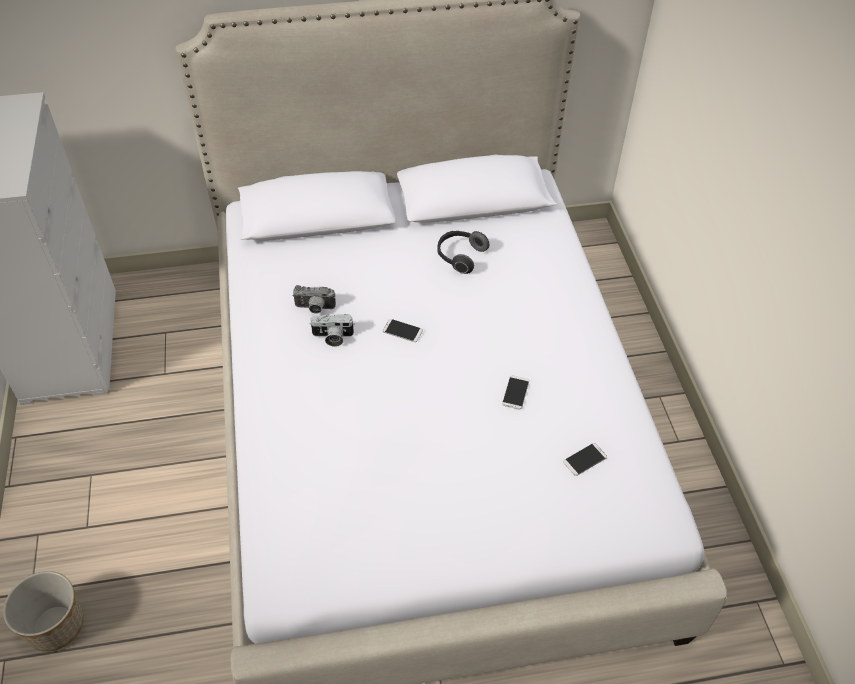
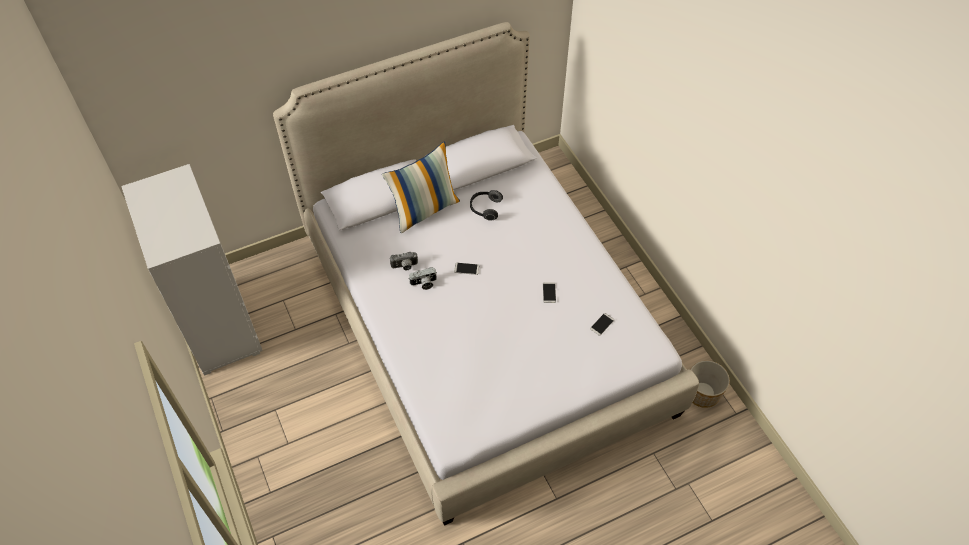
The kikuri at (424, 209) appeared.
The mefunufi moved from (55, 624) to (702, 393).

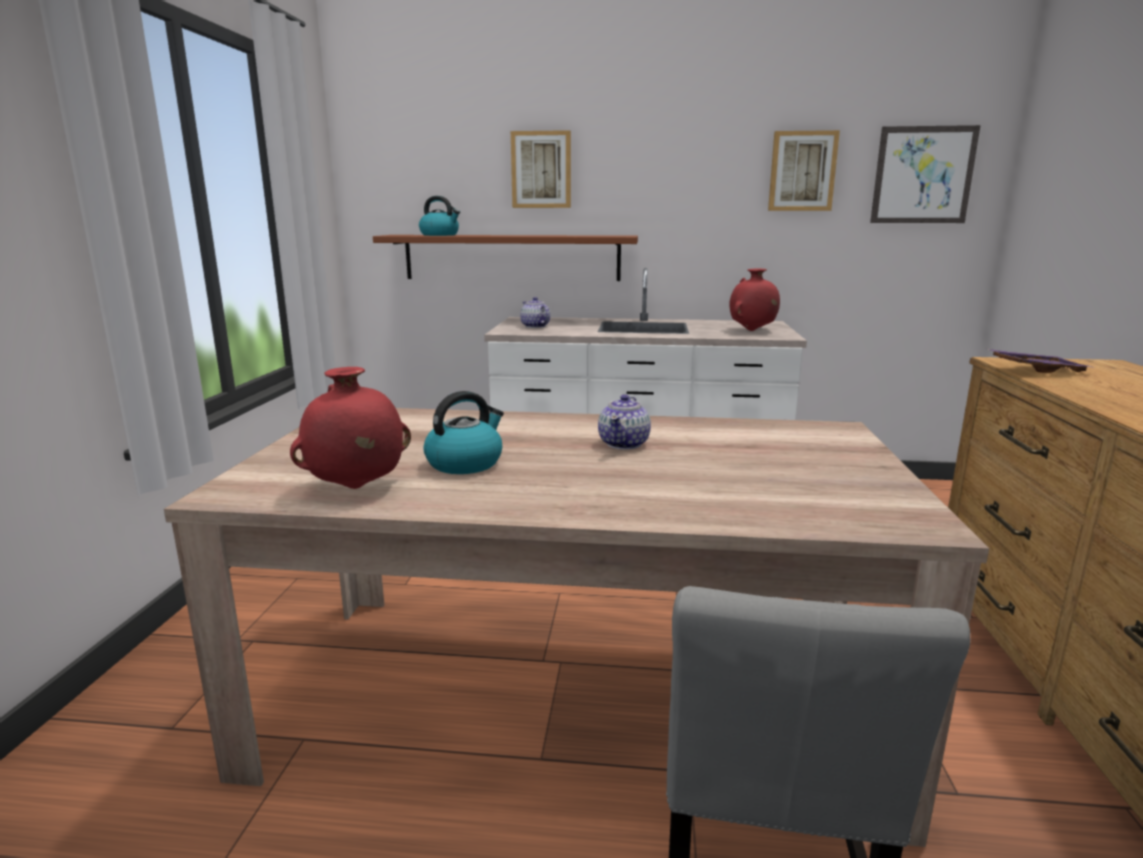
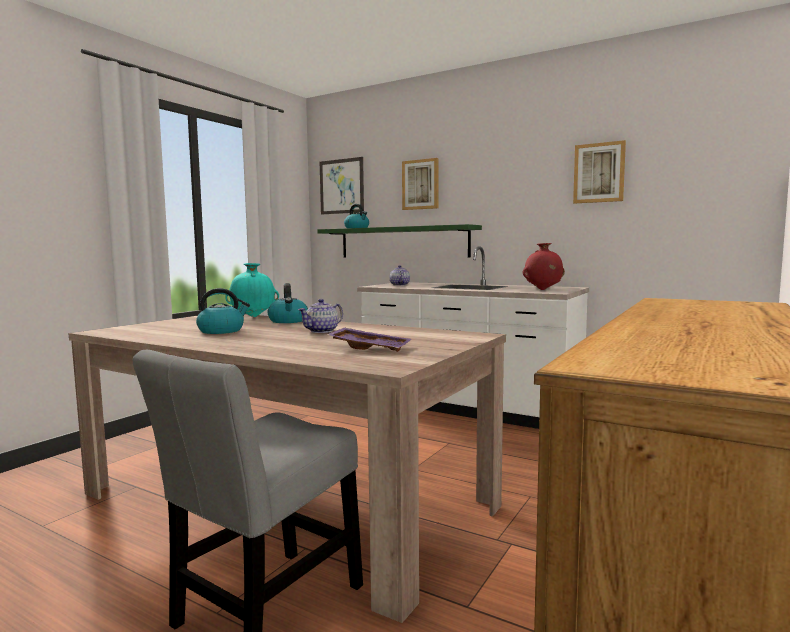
The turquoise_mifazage at (253, 317) appeared.
The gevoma at (288, 321) appeared.
The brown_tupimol at (512, 257) became the green_tupimol at (402, 242).
The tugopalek moved from (923, 175) to (341, 186).
The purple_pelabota moved from (1035, 370) to (370, 348).
The red_mifazage at (356, 488) disappeared.

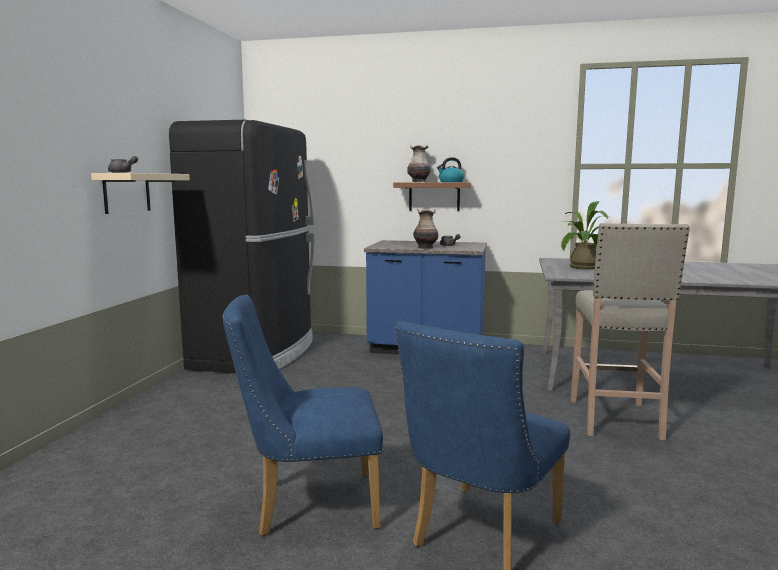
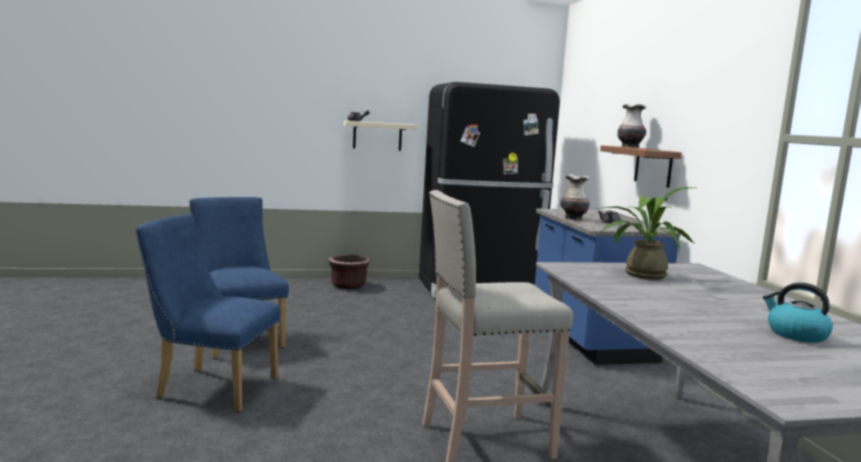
The brown_mefunufi at (348, 285) appeared.
The gevoma moved from (451, 182) to (795, 334).

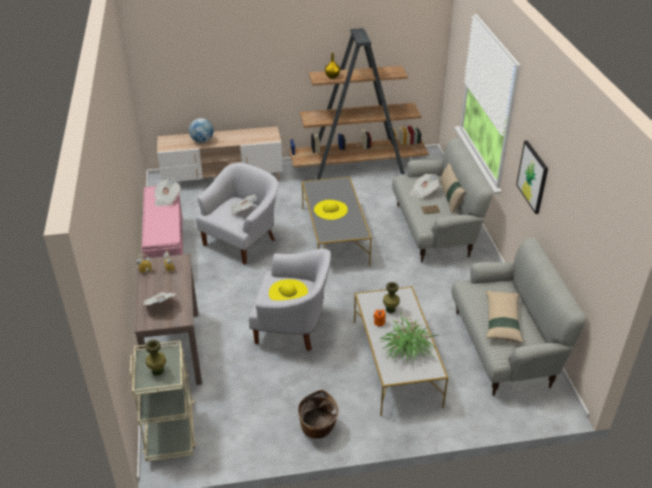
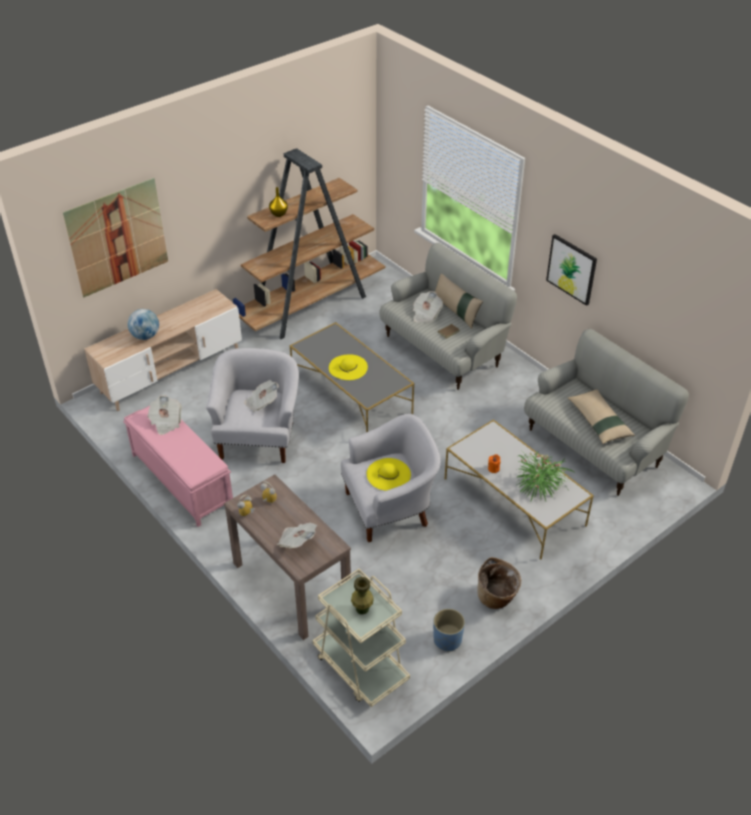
The tugopalek at (118, 238) appeared.
The blue_mefunufi at (447, 639) appeared.
The green_mifazage at (390, 309) disappeared.

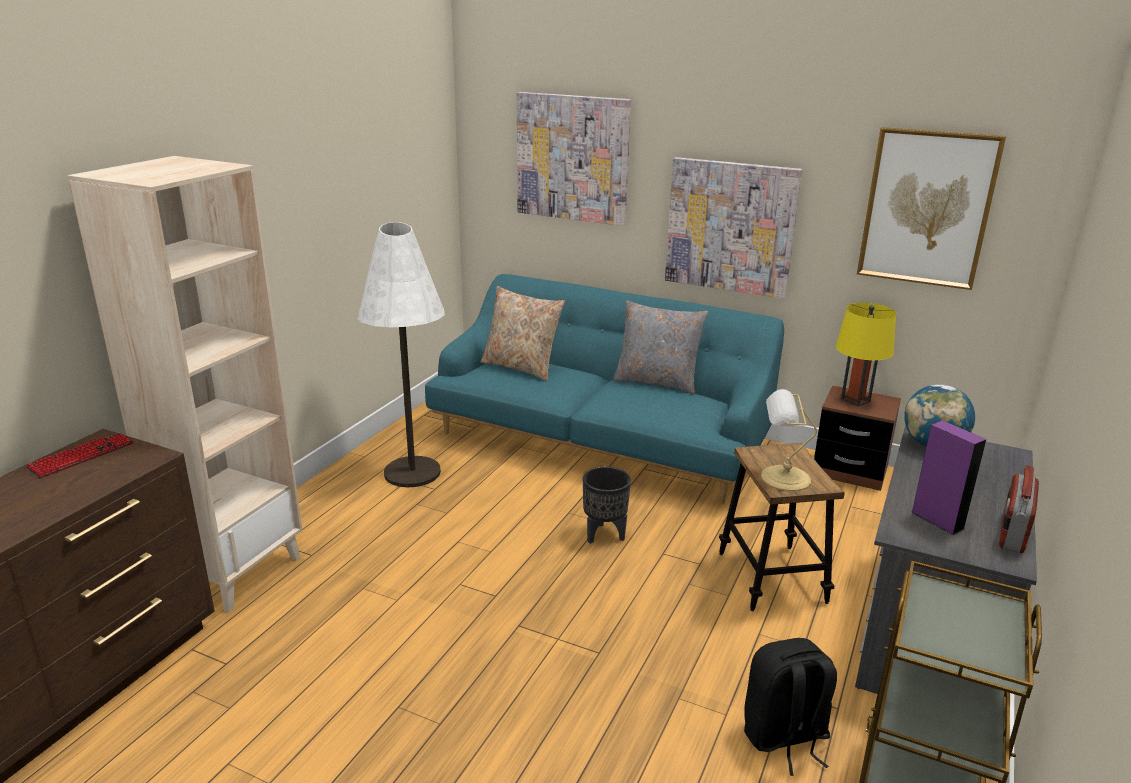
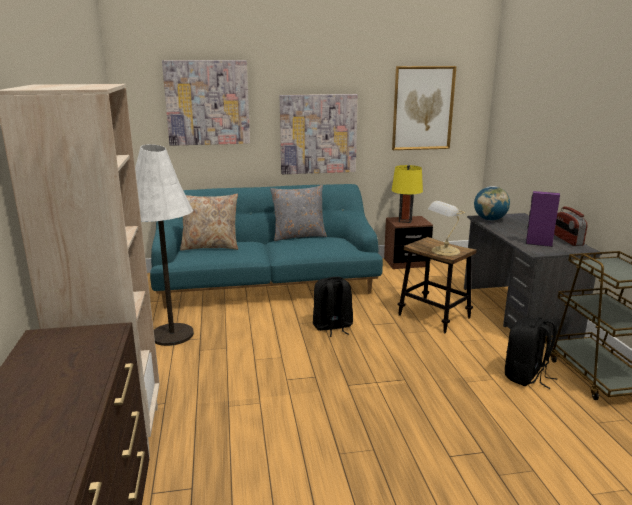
The black_mefunufi at (603, 535) was replaced by the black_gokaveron at (332, 327).
The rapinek at (82, 456) disappeared.

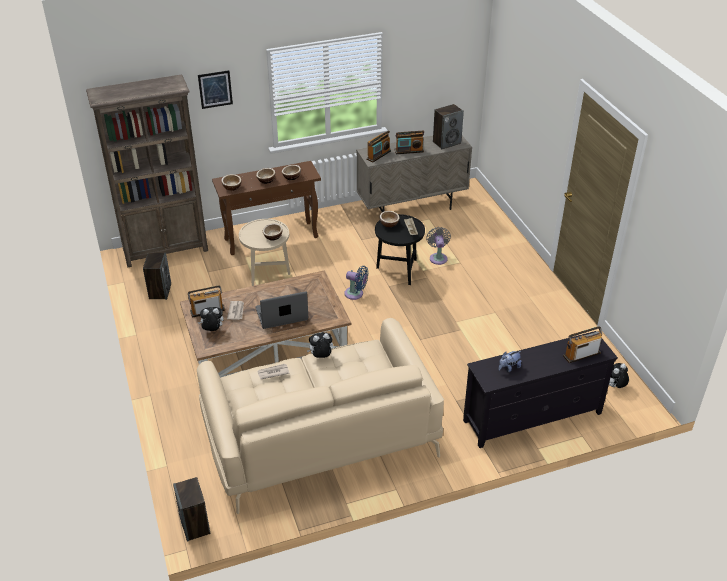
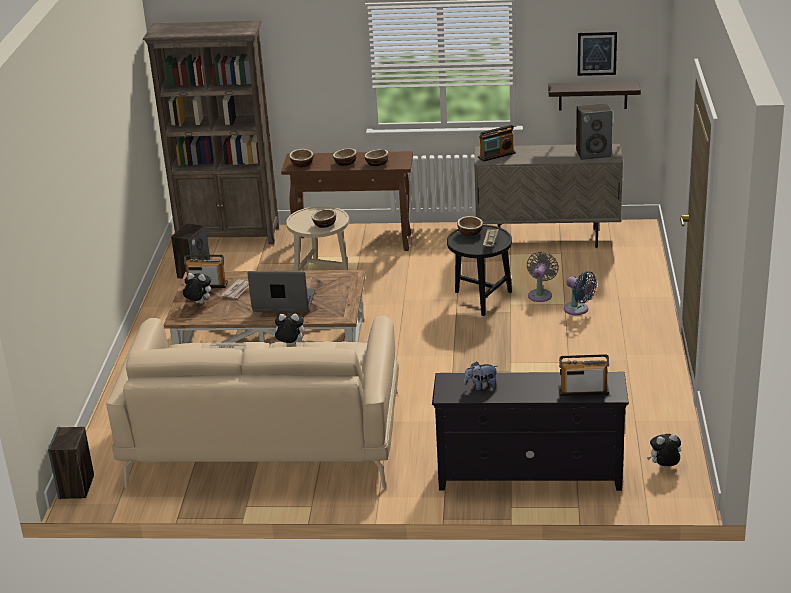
The tupimol at (593, 95) appeared.
The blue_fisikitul moved from (356, 294) to (578, 310).
The tugopalek moved from (215, 89) to (597, 53).
The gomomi at (409, 151) disappeared.

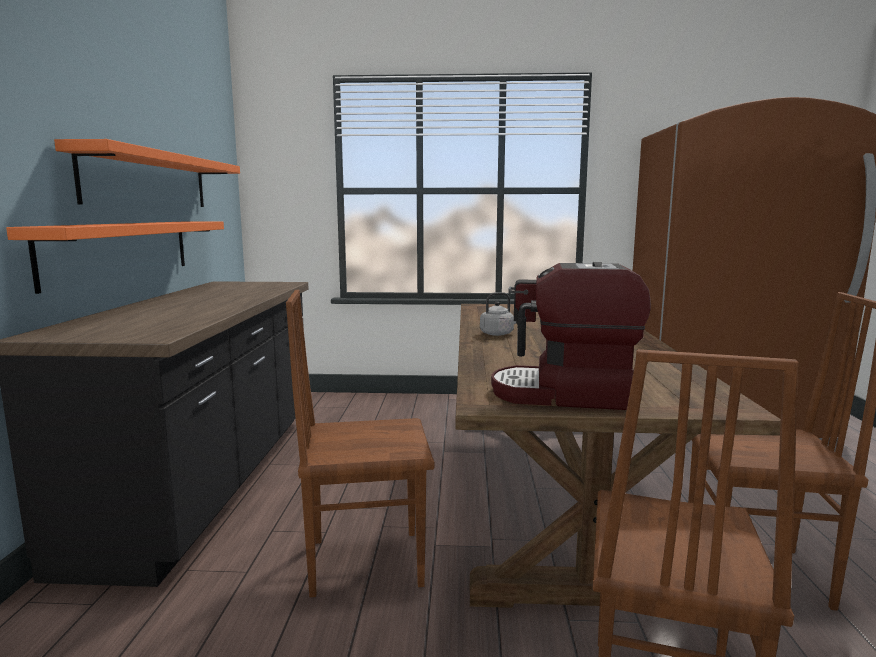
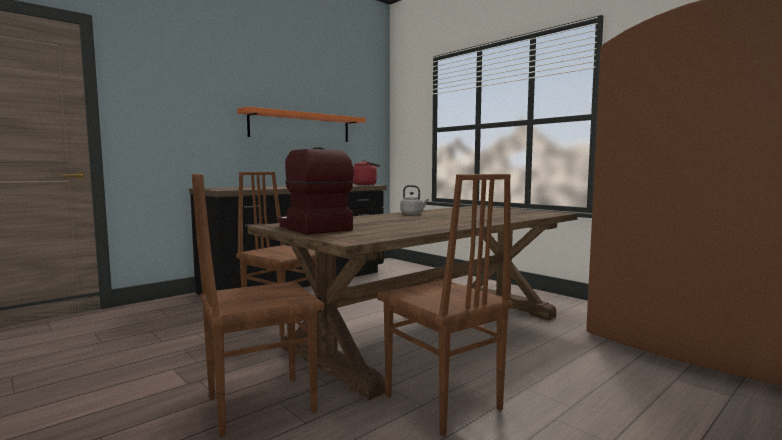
The red_gevoma at (366, 184) appeared.
The orange_tupimol at (121, 250) disappeared.

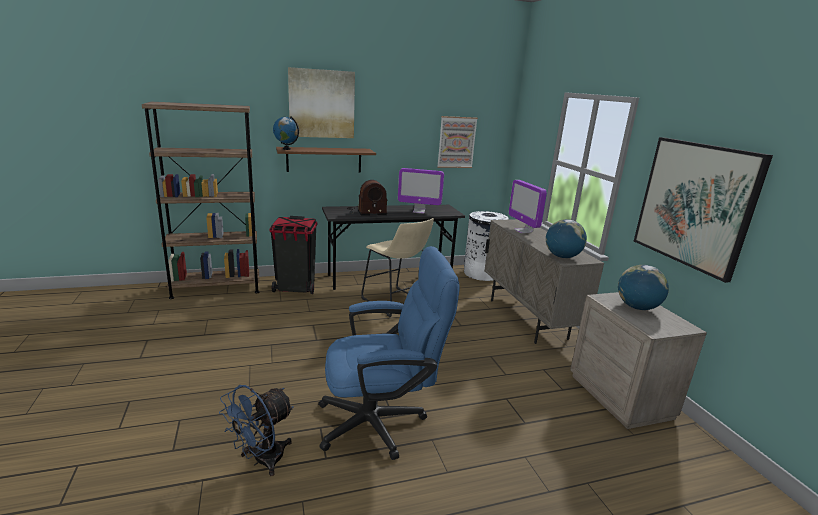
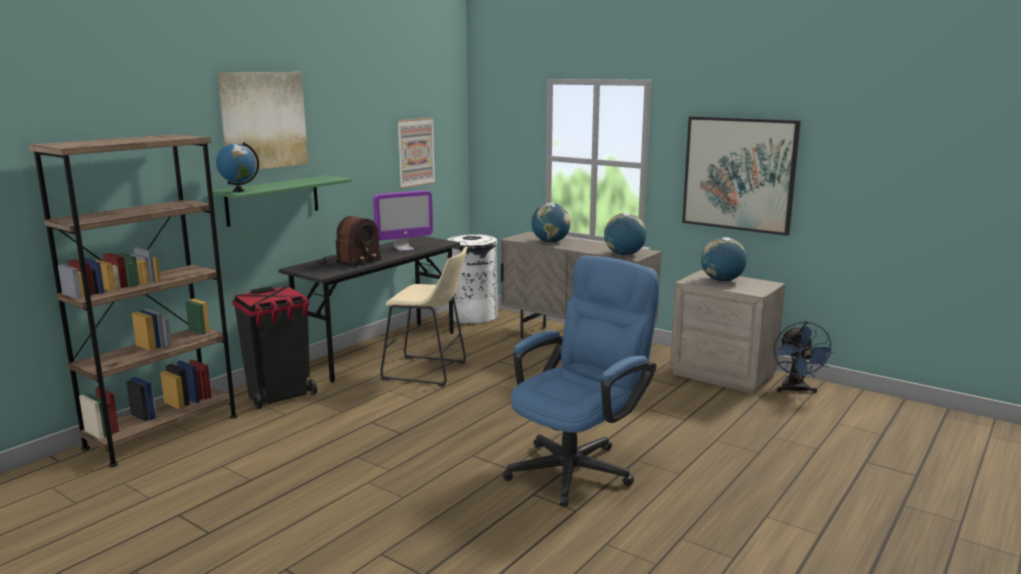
The brown_tupimol at (324, 160) became the green_tupimol at (273, 200).
The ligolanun at (523, 231) was replaced by the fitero at (550, 242).
The blue_fisikitul moved from (261, 461) to (795, 390).

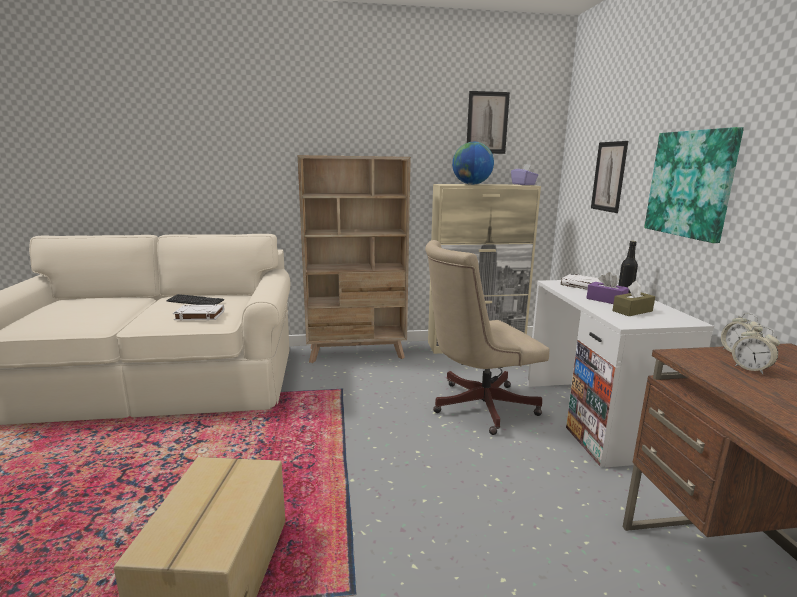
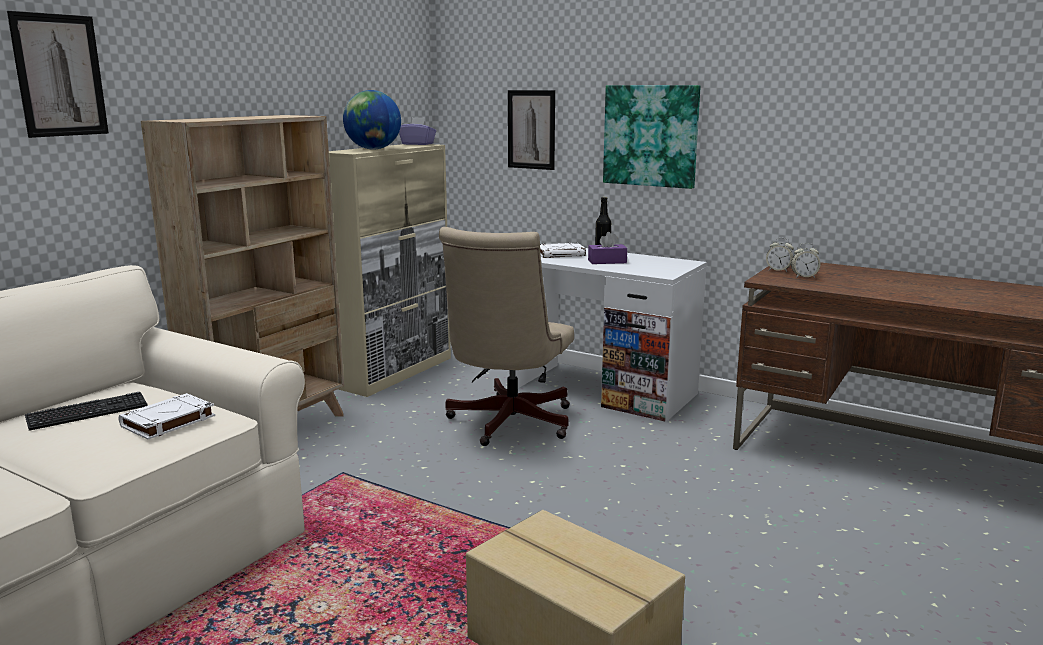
The tugopalek moved from (487, 123) to (59, 75).
The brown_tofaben at (632, 311) disappeared.

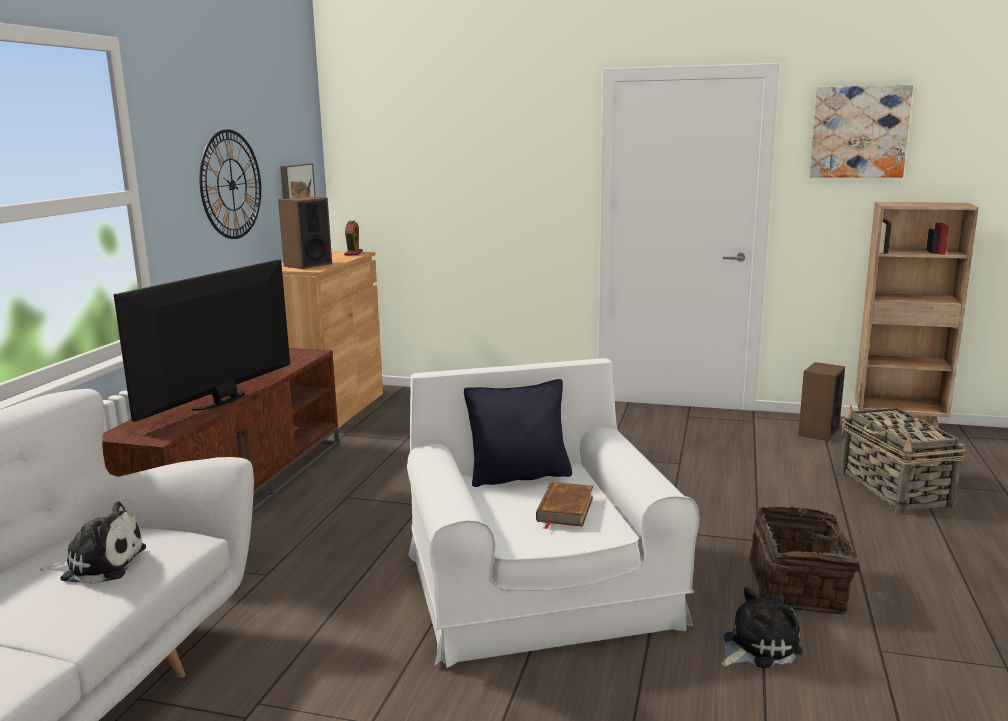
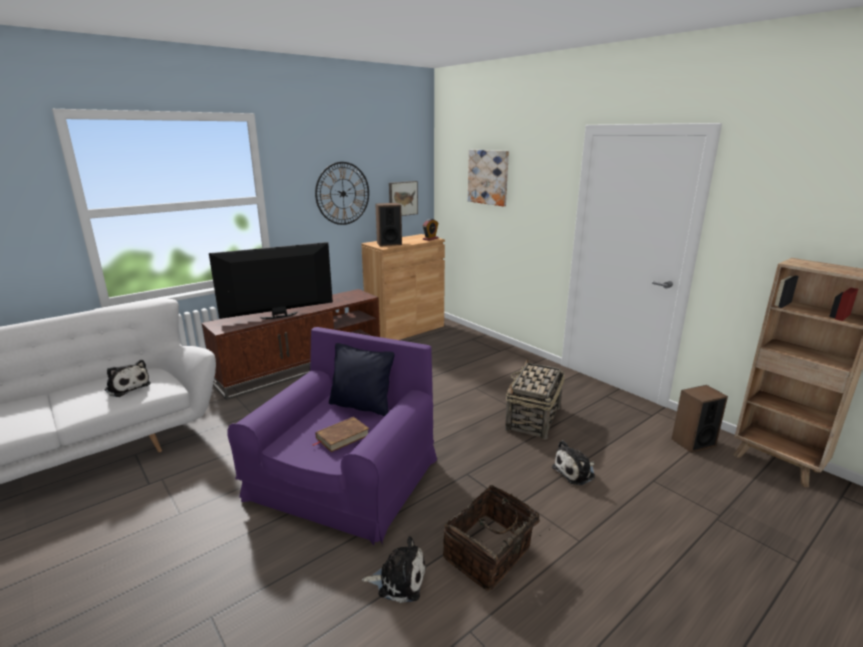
The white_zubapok at (538, 590) became the purple_zubapok at (344, 479).
The tugopalek moved from (859, 132) to (488, 177).
The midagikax moved from (895, 490) to (533, 419).
The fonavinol at (575, 472) appeared.

